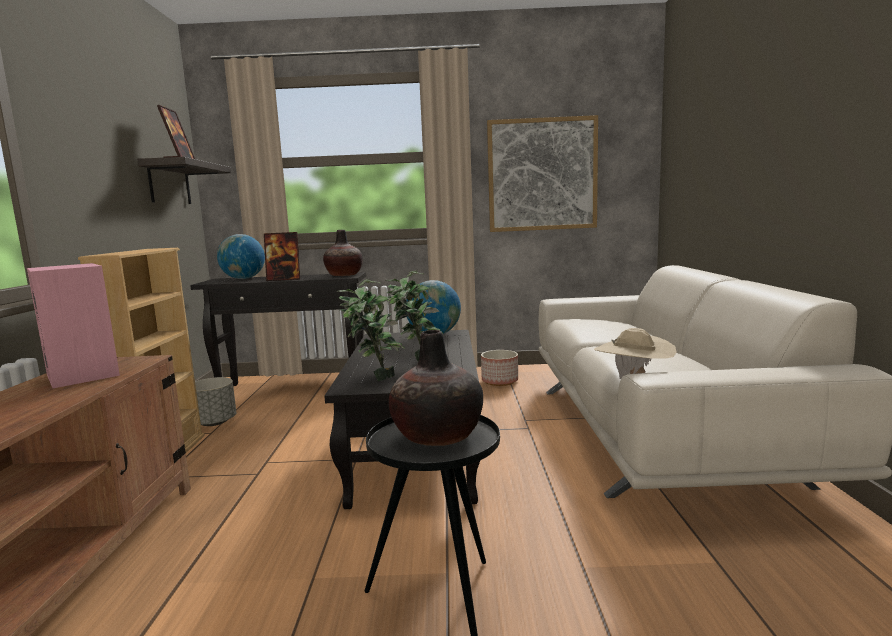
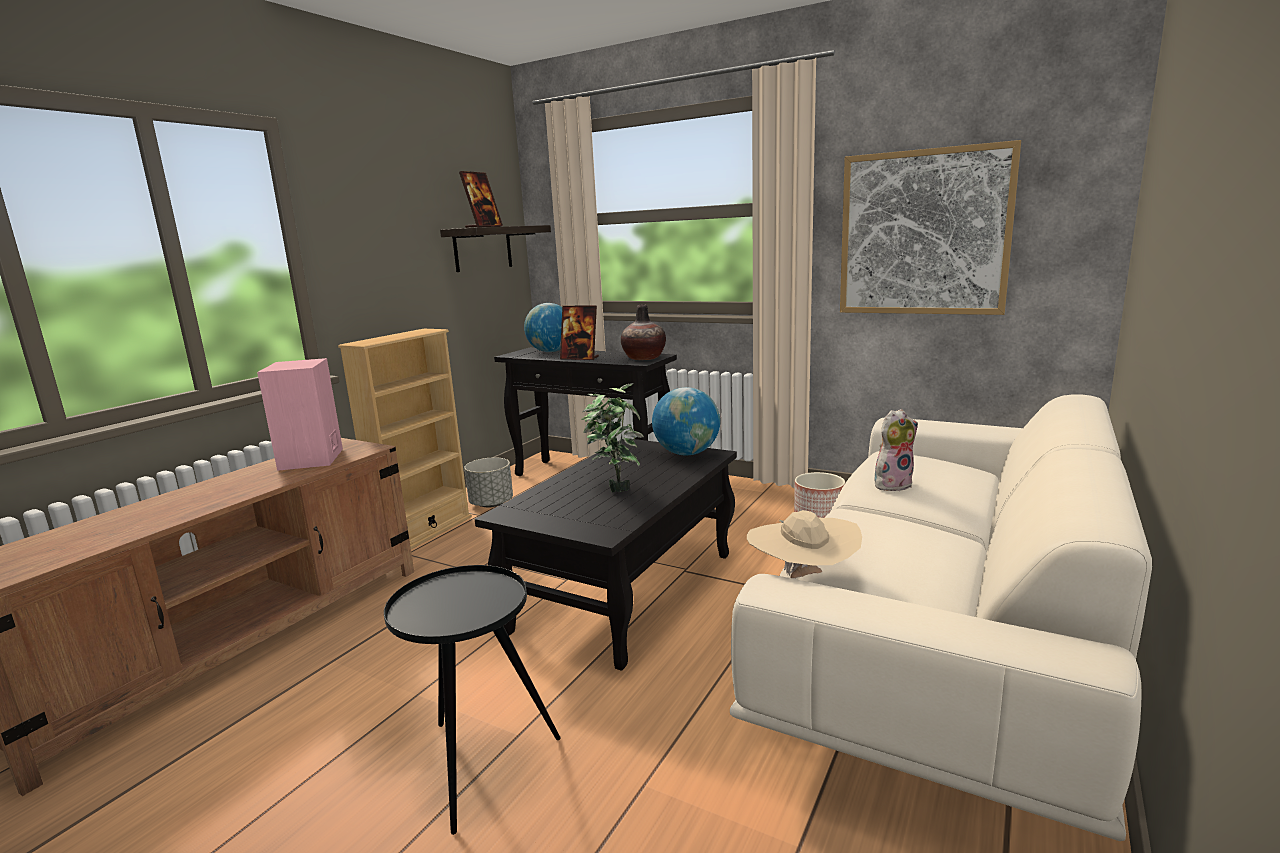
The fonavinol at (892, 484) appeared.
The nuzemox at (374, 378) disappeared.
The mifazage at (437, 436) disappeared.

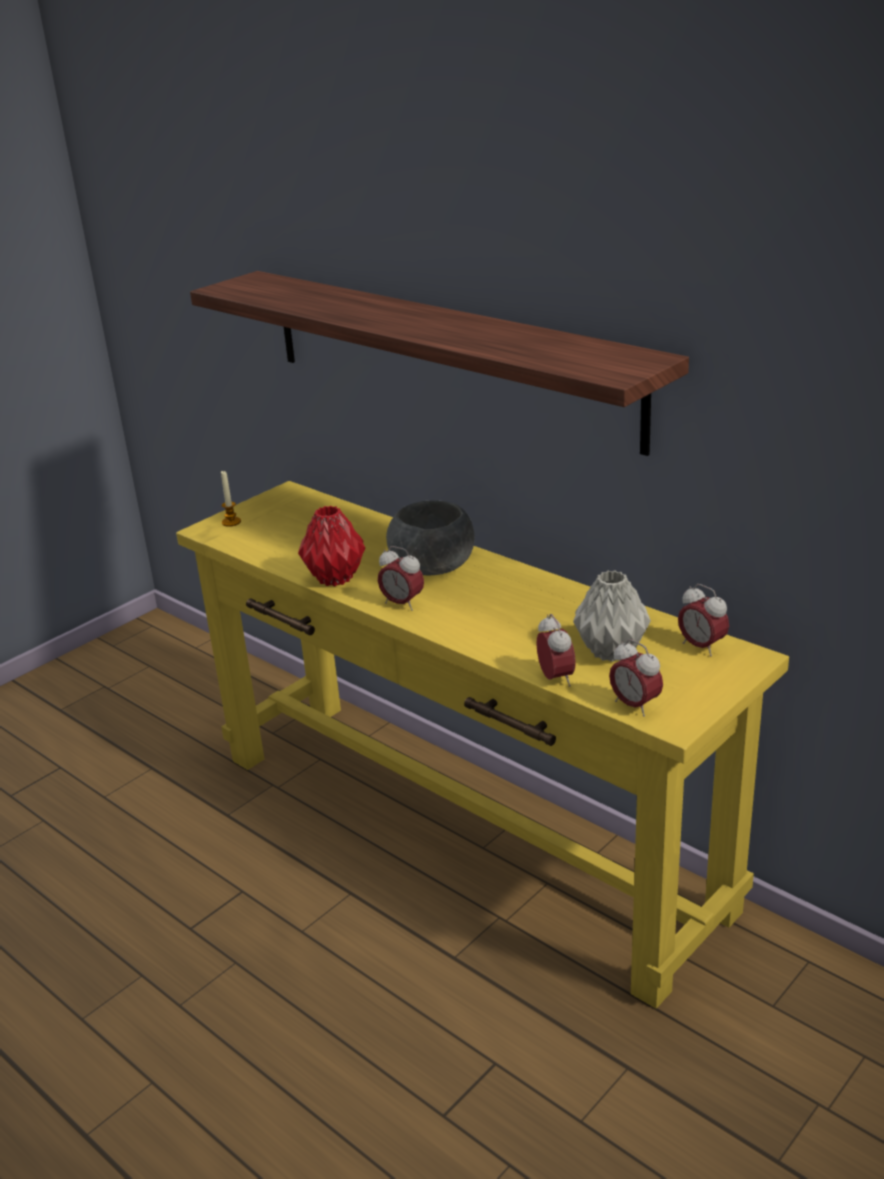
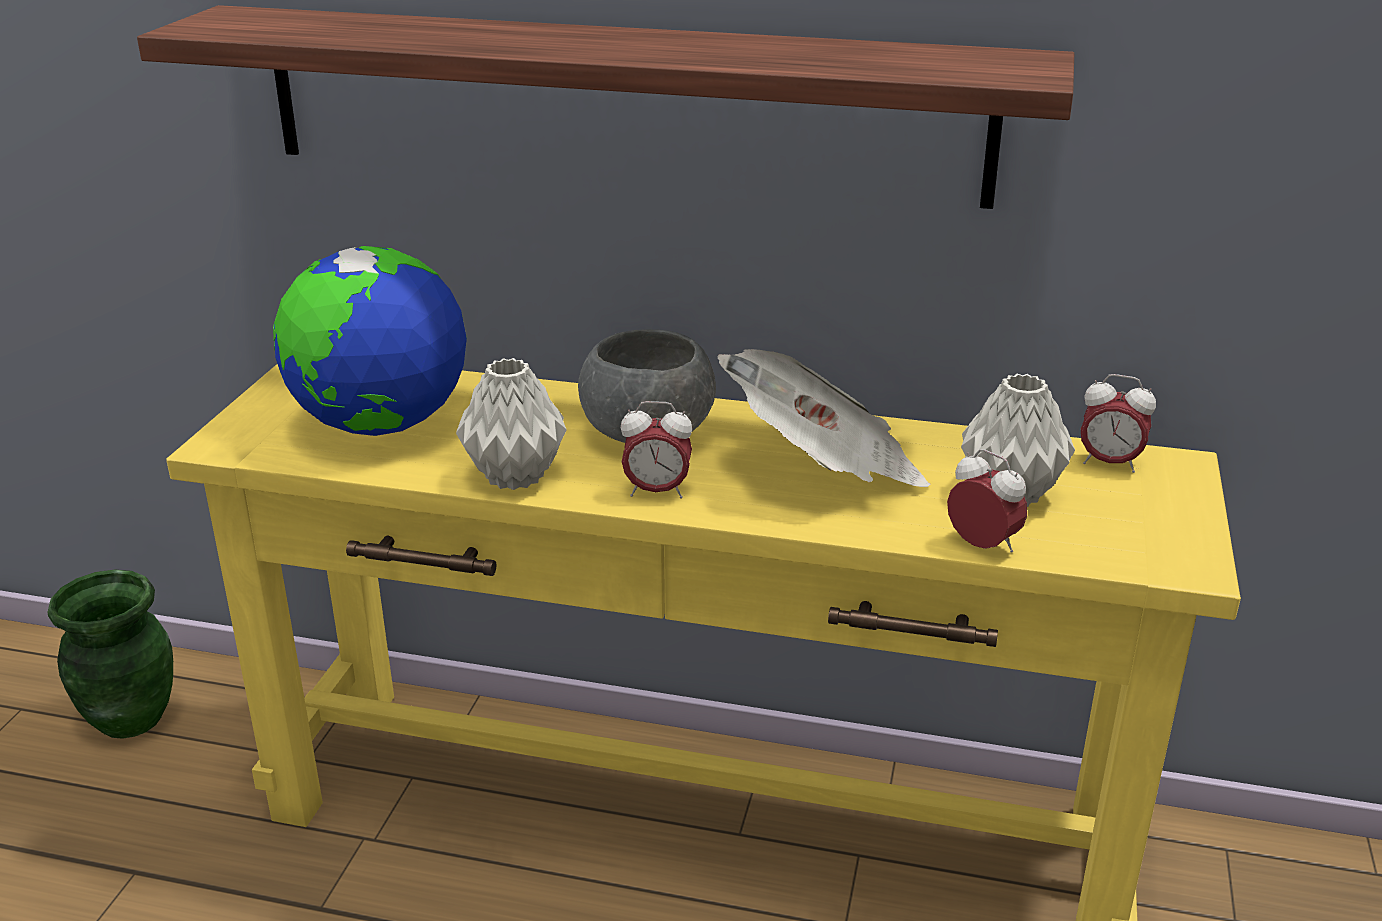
The green_mifazage at (130, 718) appeared.
The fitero at (380, 426) appeared.
The red_mifazage at (333, 578) became the grey_mifazage at (513, 477).
The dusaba at (824, 468) appeared.
The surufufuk at (231, 522) disappeared.
The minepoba at (635, 705) disappeared.

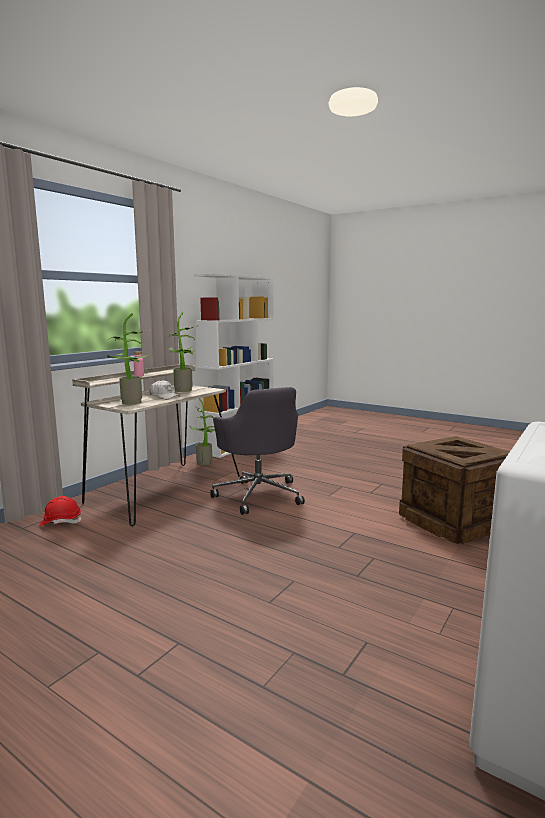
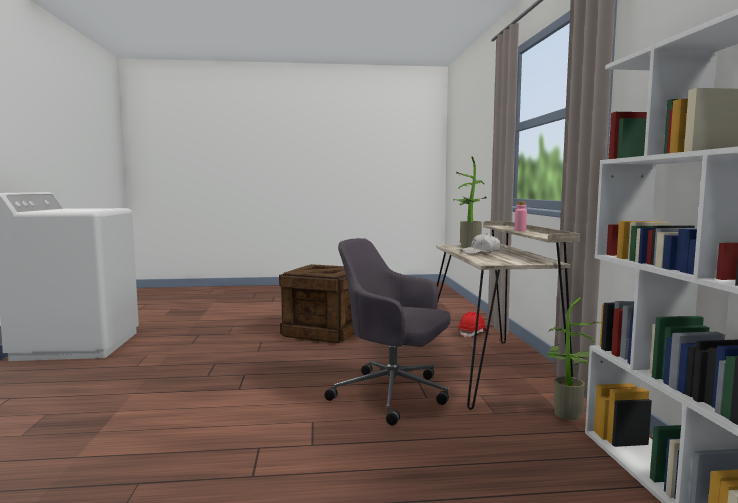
The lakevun moved from (452, 522) to (325, 332).
The nuzemox at (185, 391) disappeared.

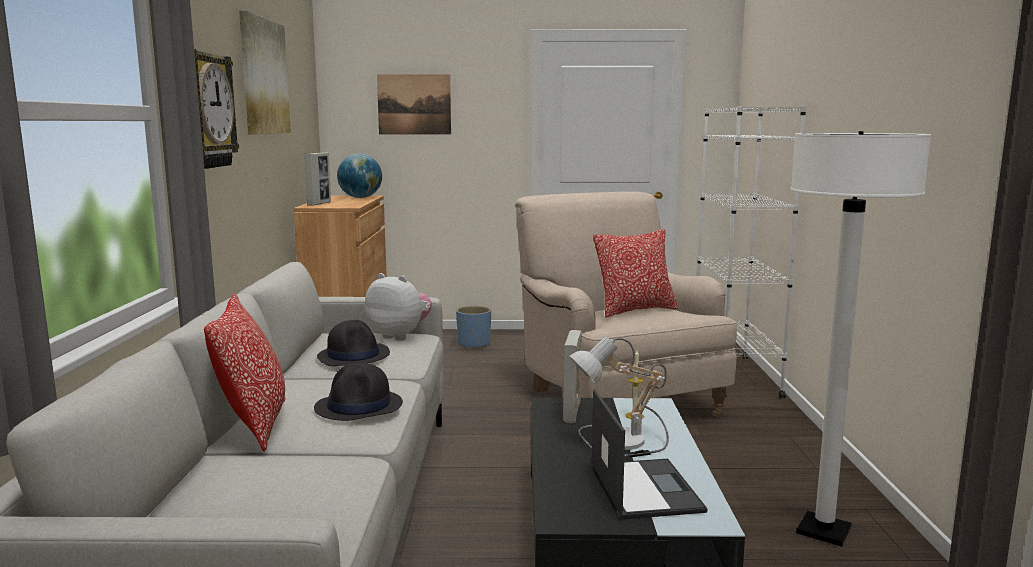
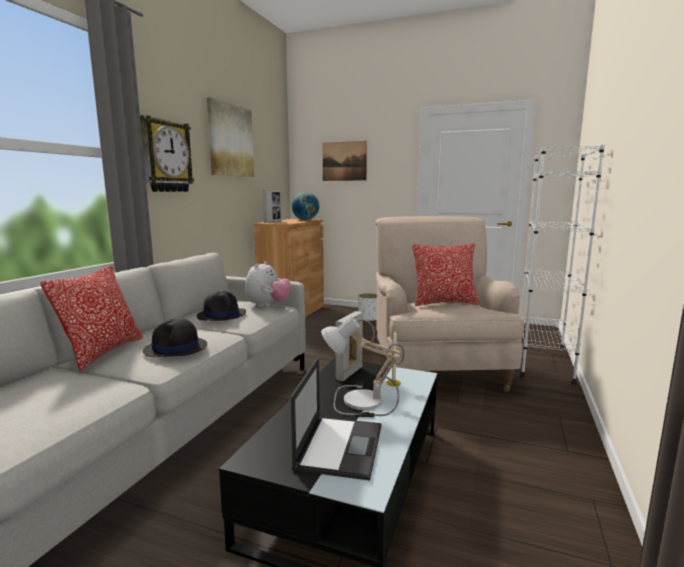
The fonavinol at (399, 336) turned 60 degrees clockwise.
The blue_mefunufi at (474, 344) became the white_mefunufi at (369, 318).
The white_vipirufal at (823, 531) disappeared.

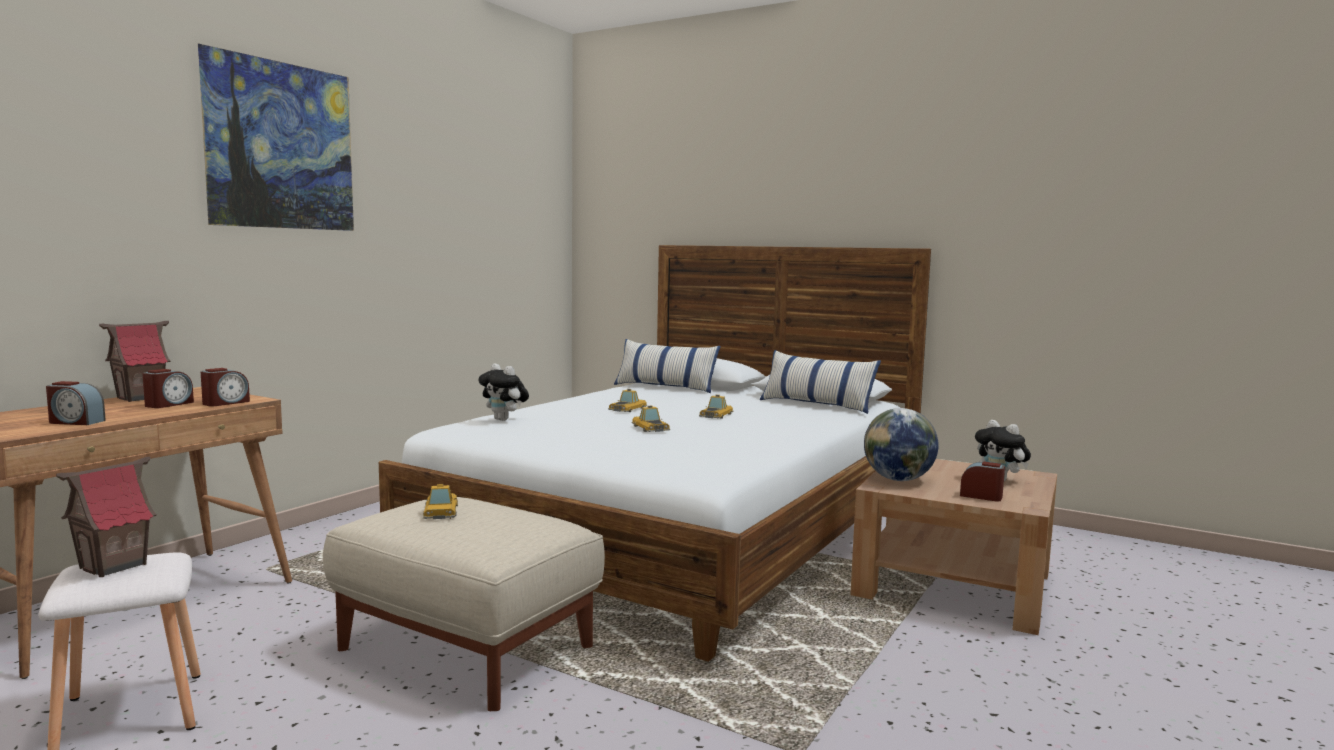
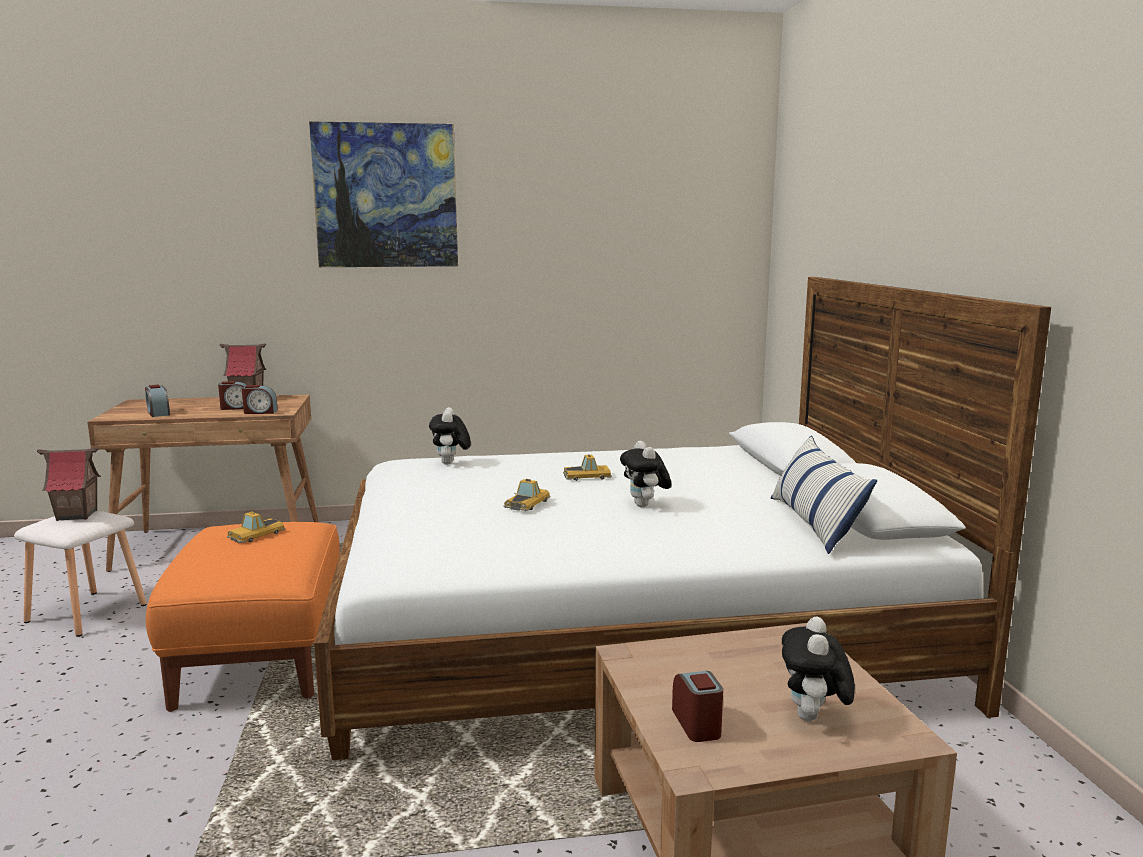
The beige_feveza at (466, 648) became the orange_feveza at (259, 656).
The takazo at (716, 415) was replaced by the fonavinol at (645, 506).
The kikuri at (665, 387) disappeared.
The fitero at (898, 479) disappeared.

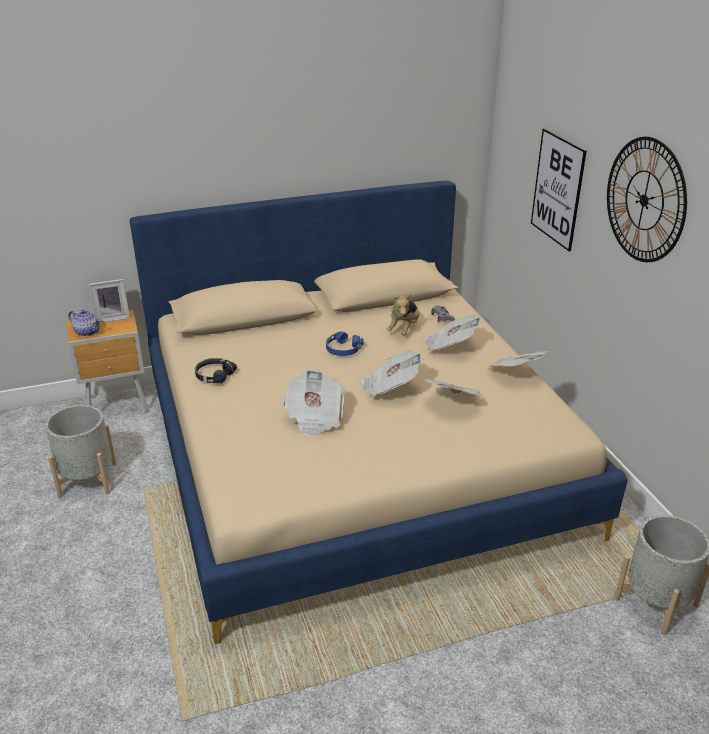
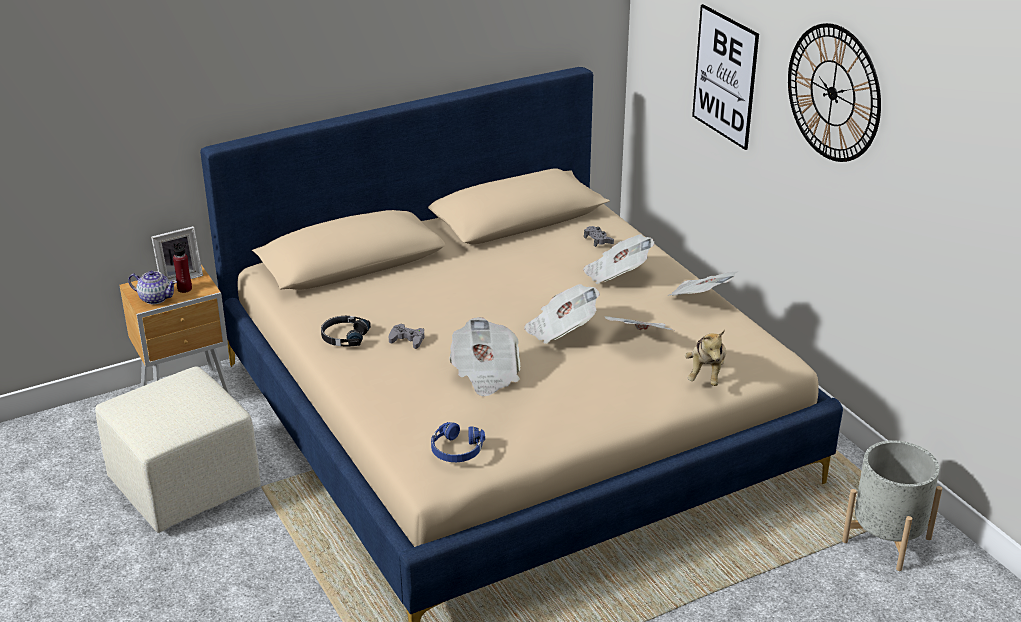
The grey_mefunufi at (88, 479) was replaced by the beige_feveza at (185, 485).
The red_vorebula at (185, 289) appeared.
The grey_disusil at (407, 340) appeared.
The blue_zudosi moved from (343, 349) to (456, 450).
The fonavinol moved from (404, 329) to (706, 374).

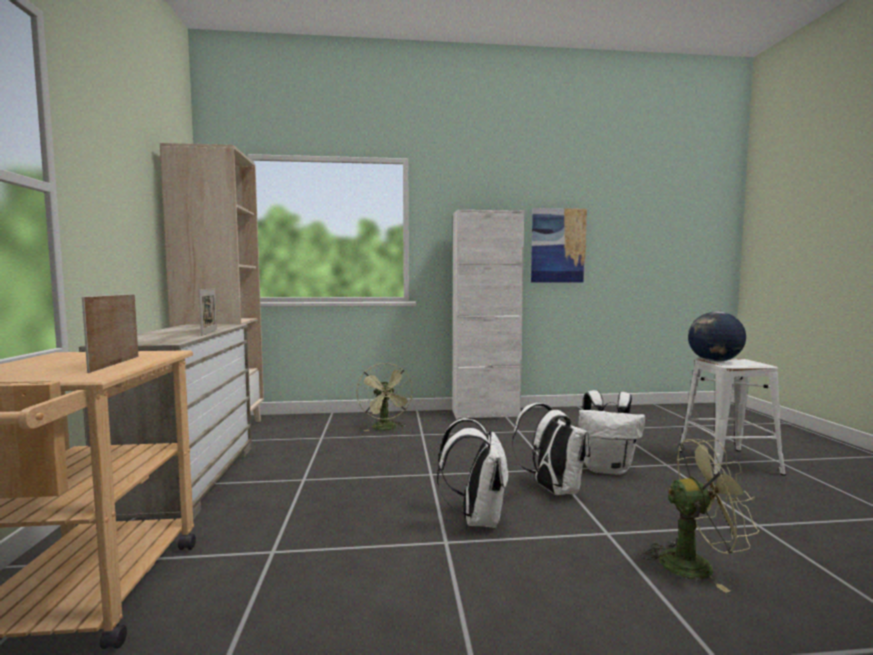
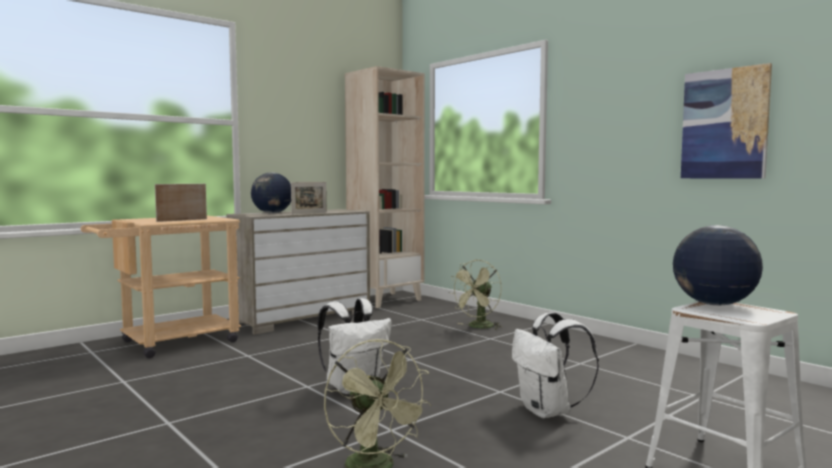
The fitero at (272, 213) appeared.
The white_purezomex at (485, 414) disappeared.
The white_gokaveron at (552, 490) disappeared.

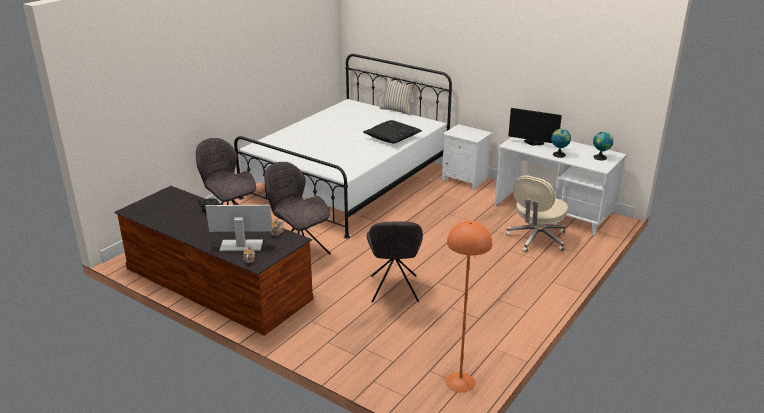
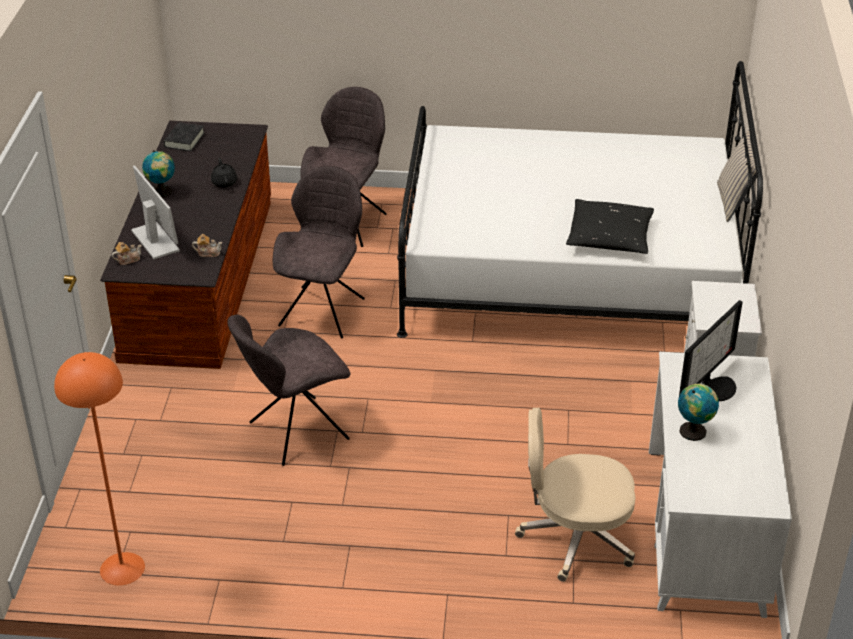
The fitero moved from (600, 157) to (162, 192).
The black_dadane at (184, 140) appeared.
The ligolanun at (533, 143) turned 45 degrees clockwise.

